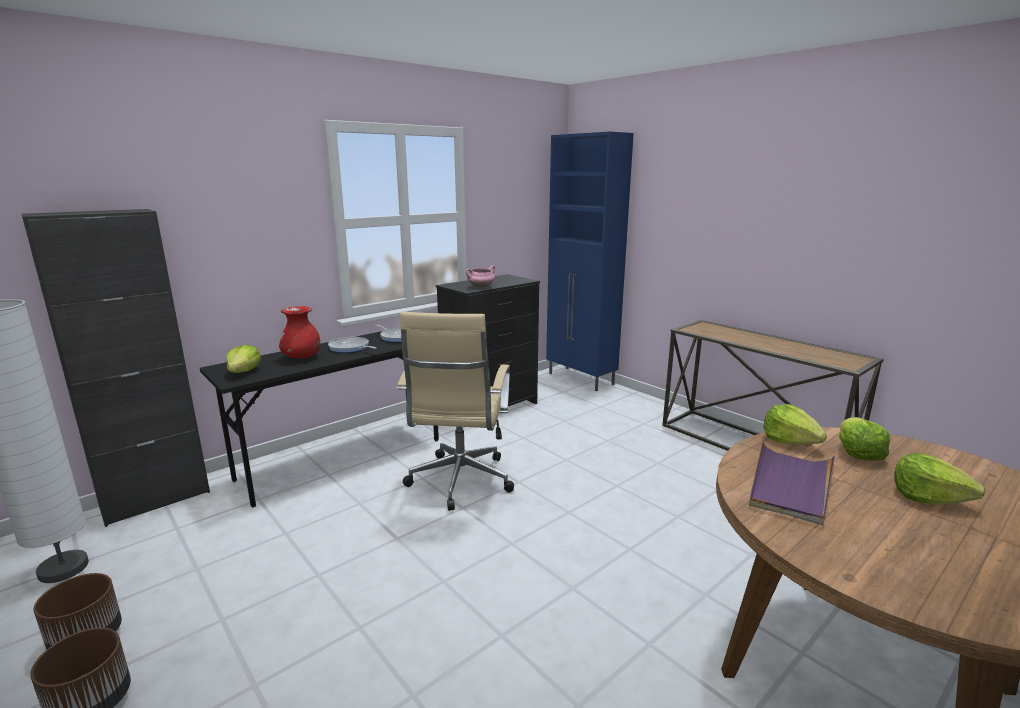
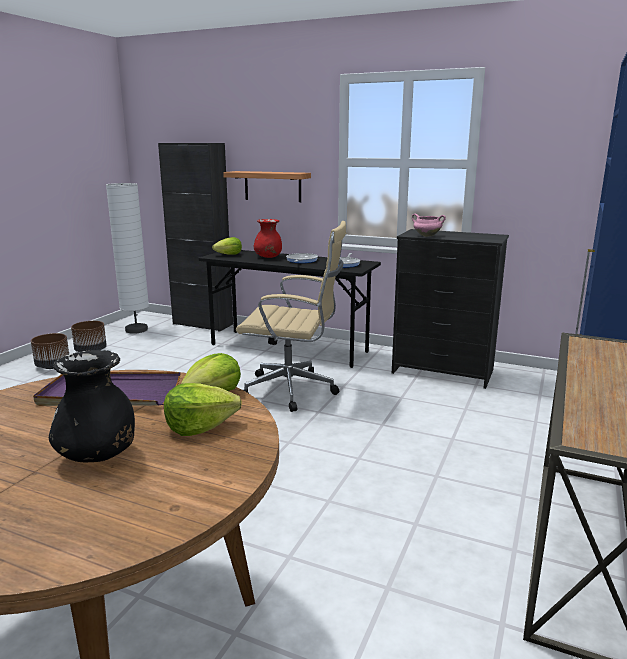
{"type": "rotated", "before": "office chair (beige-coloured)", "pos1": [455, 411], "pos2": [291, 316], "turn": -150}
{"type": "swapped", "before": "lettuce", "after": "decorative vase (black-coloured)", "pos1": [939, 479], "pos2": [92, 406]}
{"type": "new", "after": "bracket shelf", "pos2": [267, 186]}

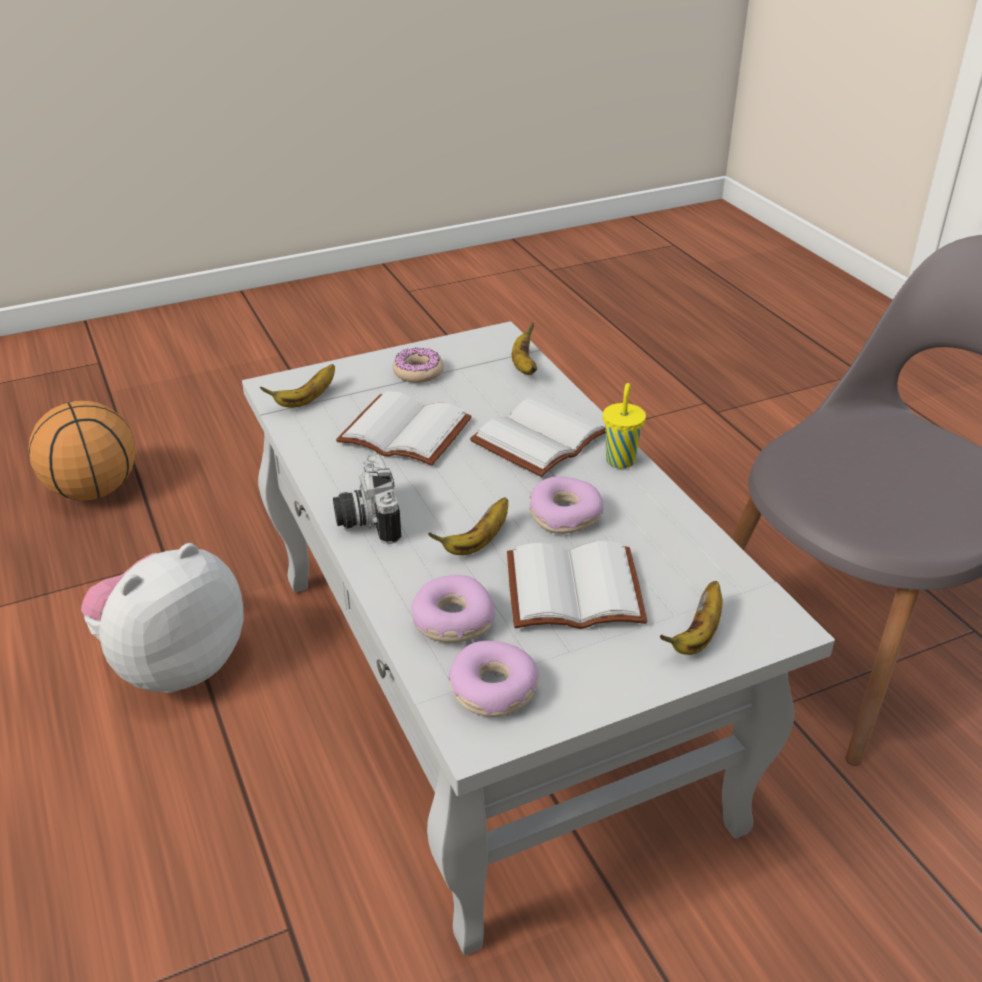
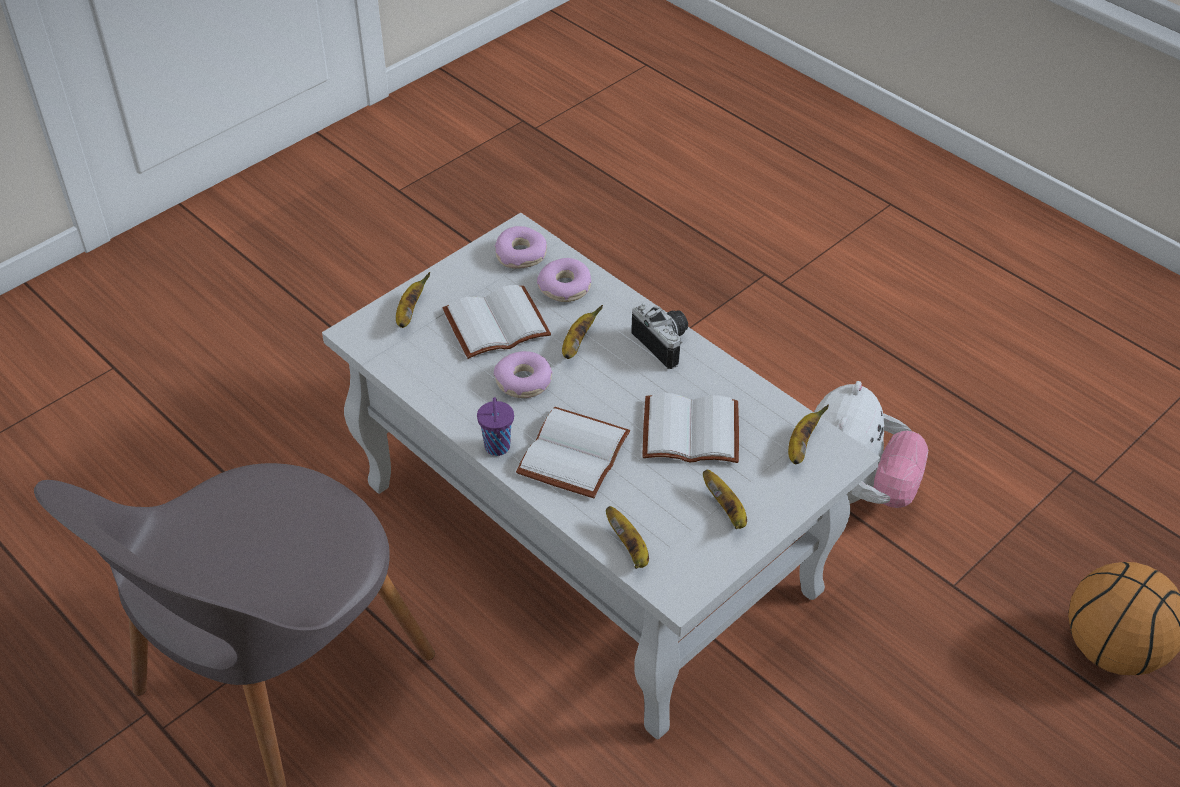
{"type": "swapped", "before": "doughnut", "after": "banana fruit", "pos1": [418, 365], "pos2": [725, 499]}
{"type": "repainted", "before": "drinking cup (yellow-coloured)", "after": "drinking cup (purple-coloured)", "pos1": [624, 426], "pos2": [495, 426]}

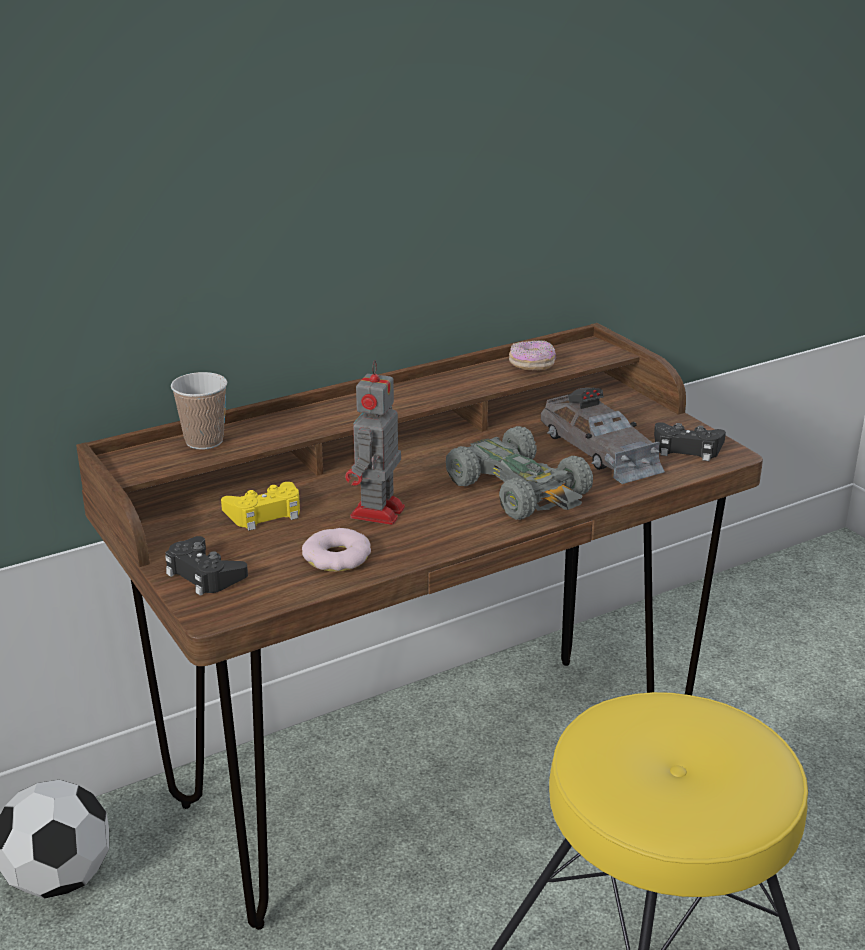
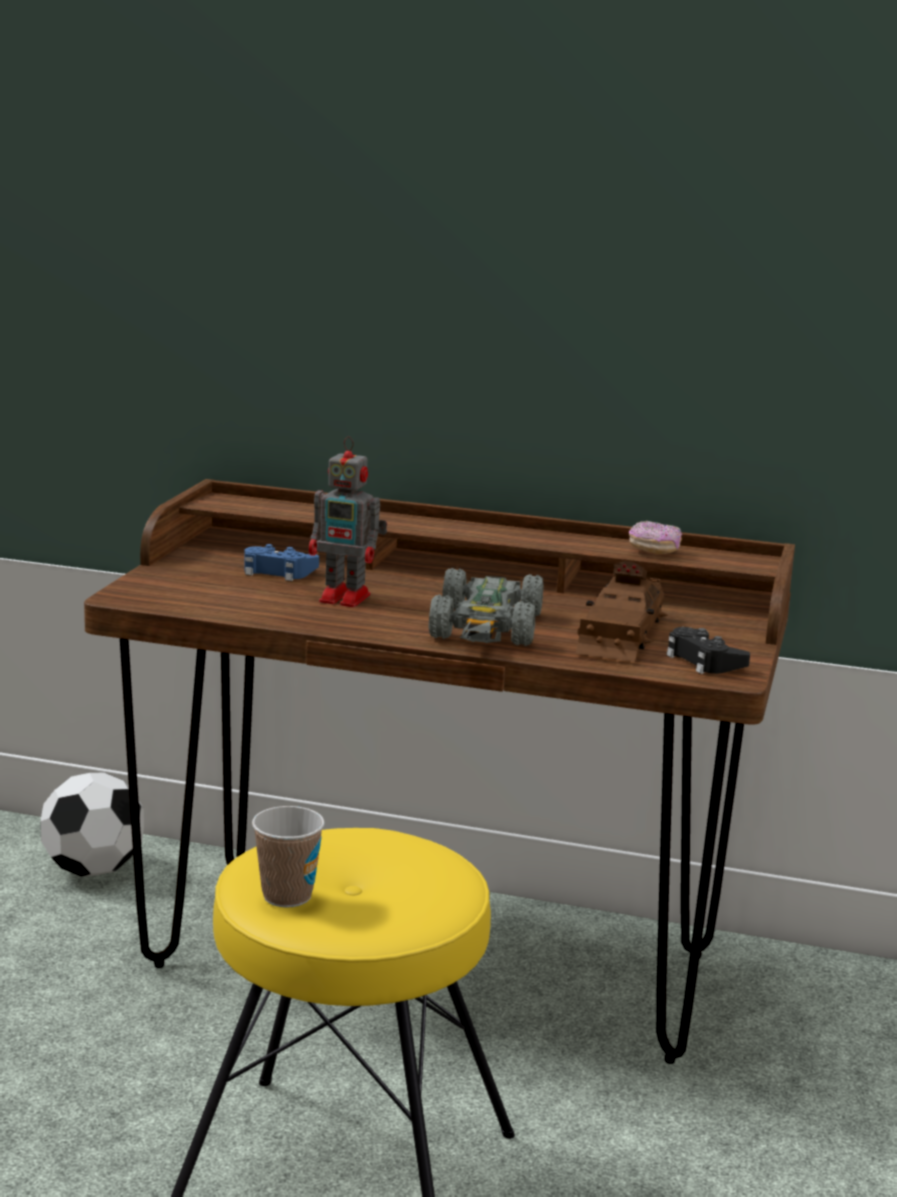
{"type": "rotated", "before": "model robot", "pos1": [375, 442], "pos2": [348, 521], "turn": -135}
{"type": "shifted", "before": "drinking cup", "pos1": [199, 411], "pos2": [288, 857]}
{"type": "repainted", "before": "toy car (gray)", "after": "toy car (brownish)", "pos1": [603, 436], "pos2": [621, 611]}
{"type": "repainted", "before": "game controller (yellow-coloured)", "after": "game controller (blue-coloured)", "pos1": [260, 506], "pos2": [281, 562]}
{"type": "gone", "before": "doughnut", "pos1": [336, 550]}
{"type": "gone", "before": "game controller (black-coloured)", "pos1": [206, 566]}

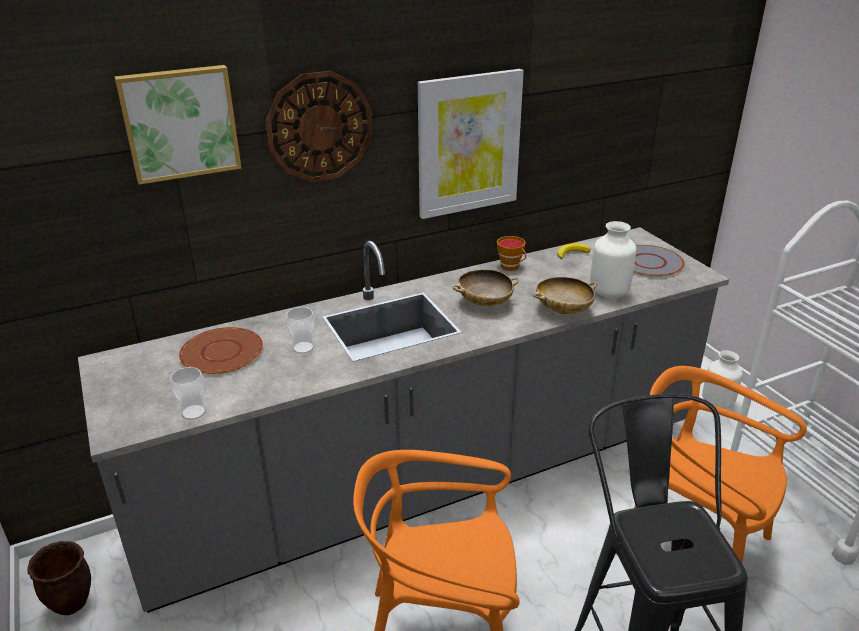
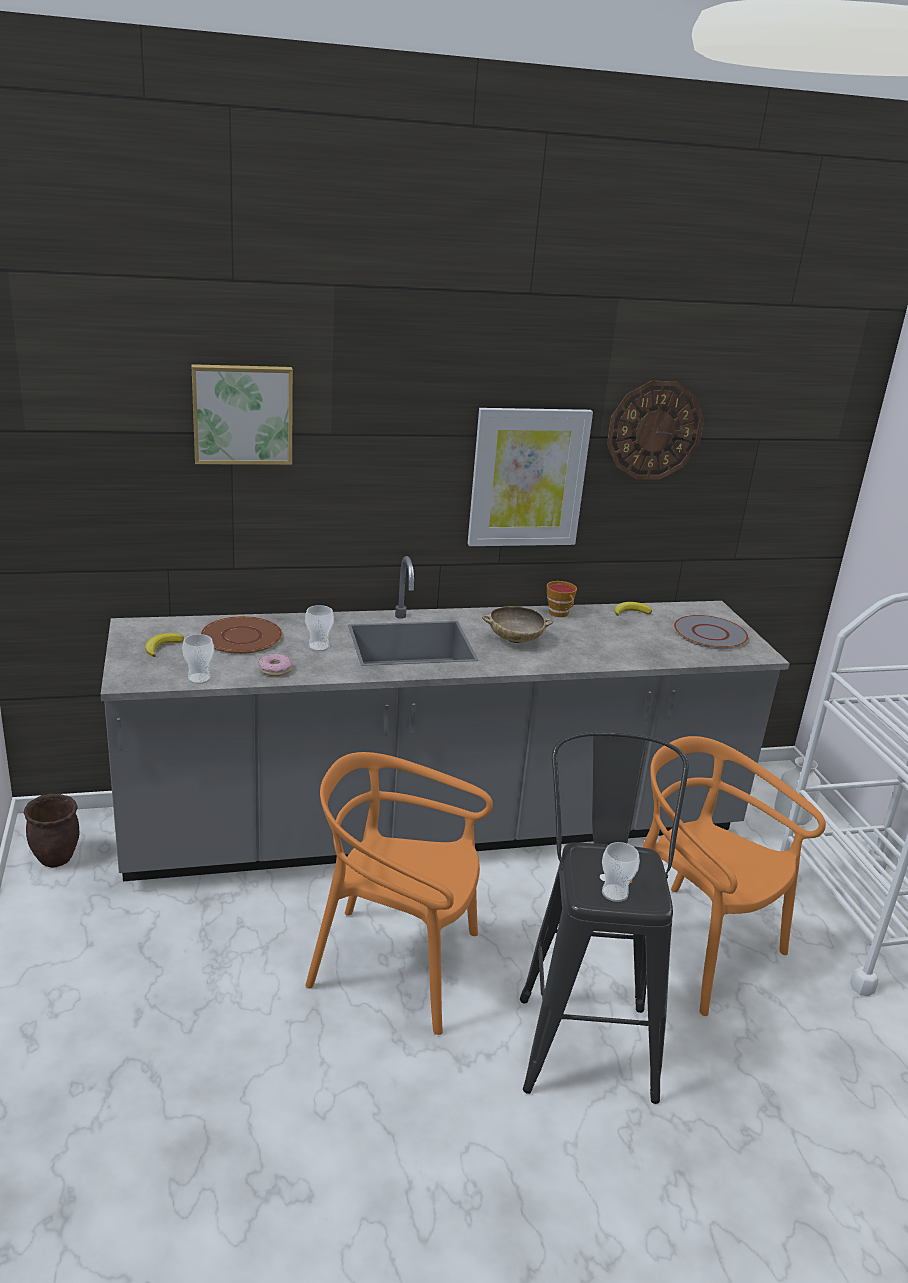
{"type": "shifted", "before": "hanging clock", "pos1": [318, 126], "pos2": [655, 430]}
{"type": "gone", "before": "decorative vase (whitish)", "pos1": [613, 259]}
{"type": "gone", "before": "deep dish (beige-coloured)", "pos1": [565, 295]}
{"type": "new", "after": "banana fruit", "pos2": [164, 645]}
{"type": "new", "after": "doughnut", "pos2": [275, 664]}
{"type": "new", "after": "drinking cup", "pos2": [621, 872]}

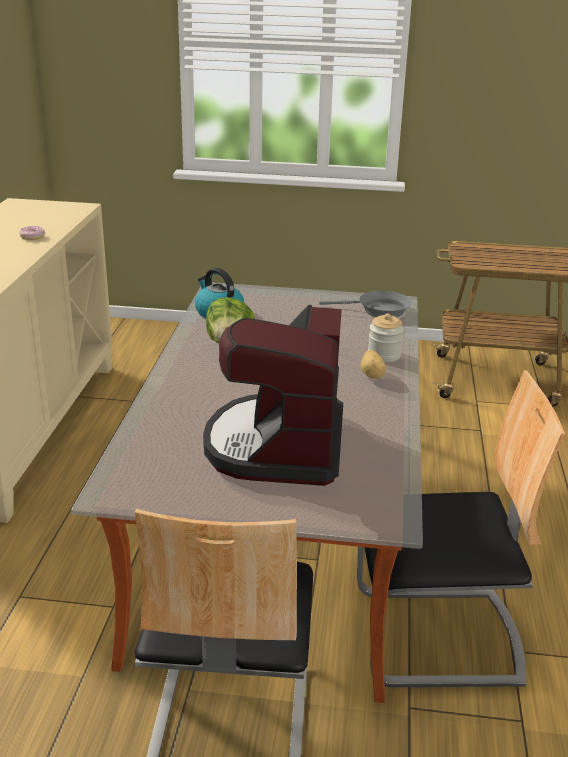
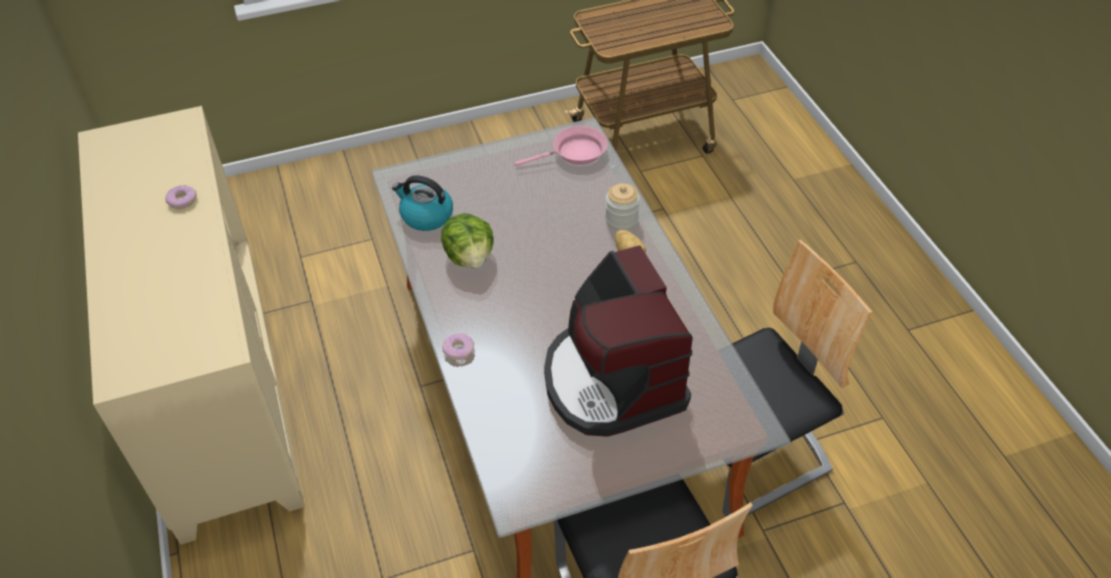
{"type": "repainted", "before": "frying pan (gray)", "after": "frying pan (pink-coloured)", "pos1": [365, 304], "pos2": [561, 146]}
{"type": "new", "after": "doughnut", "pos2": [458, 346]}

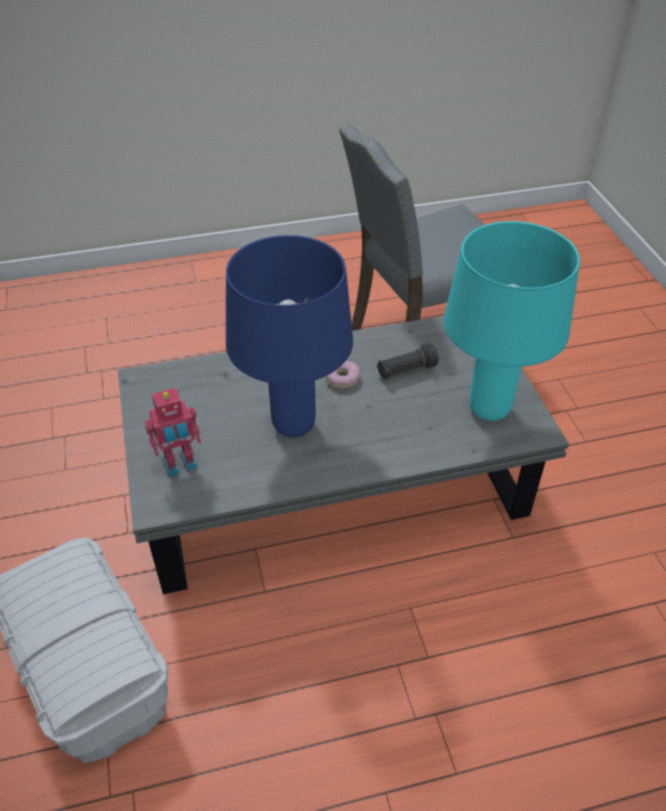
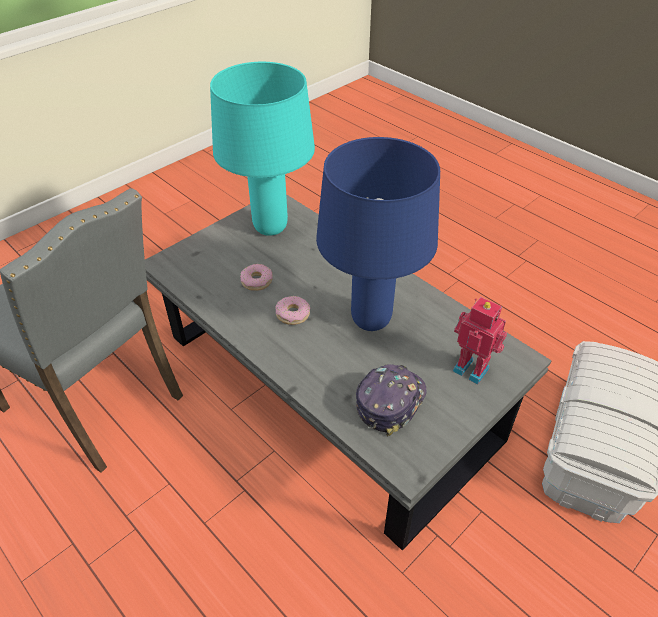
{"type": "swapped", "before": "flashlight (black-coloured)", "after": "doughnut", "pos1": [408, 361], "pos2": [256, 277]}
{"type": "new", "after": "baseball cap", "pos2": [391, 400]}

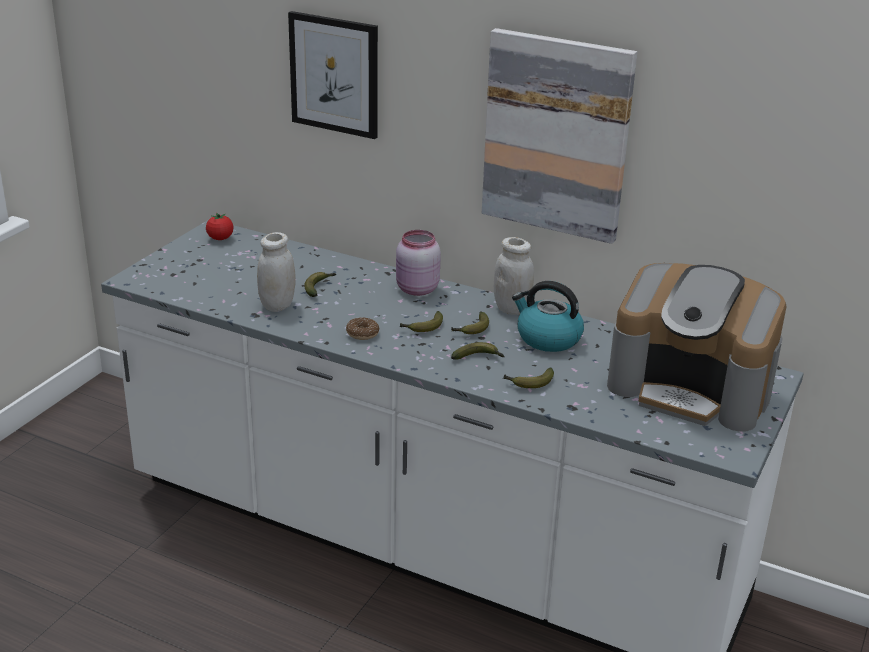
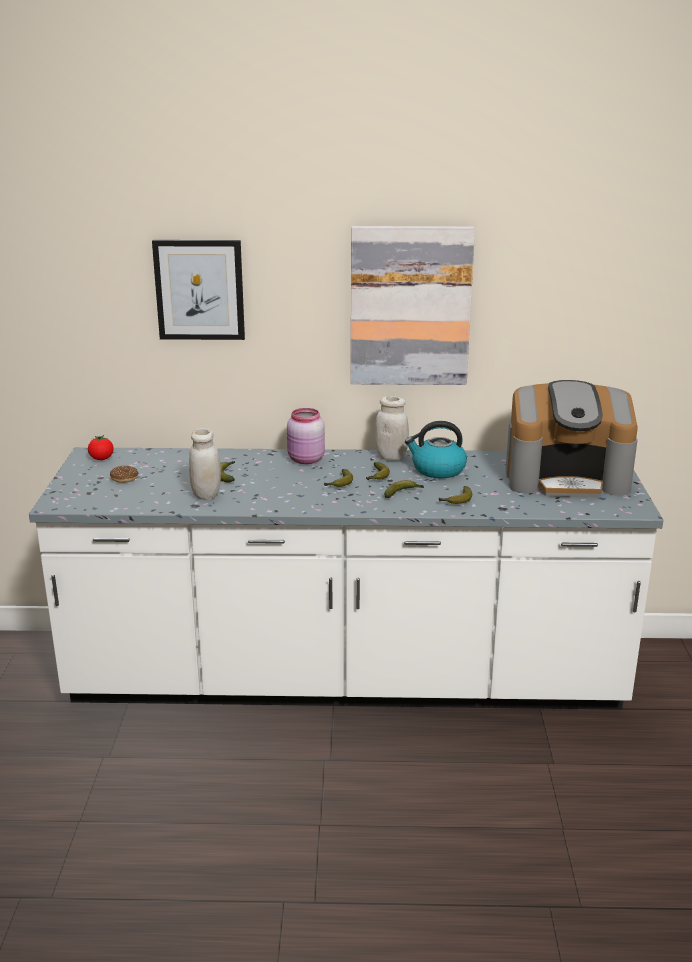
{"type": "shifted", "before": "doughnut", "pos1": [363, 328], "pos2": [124, 474]}

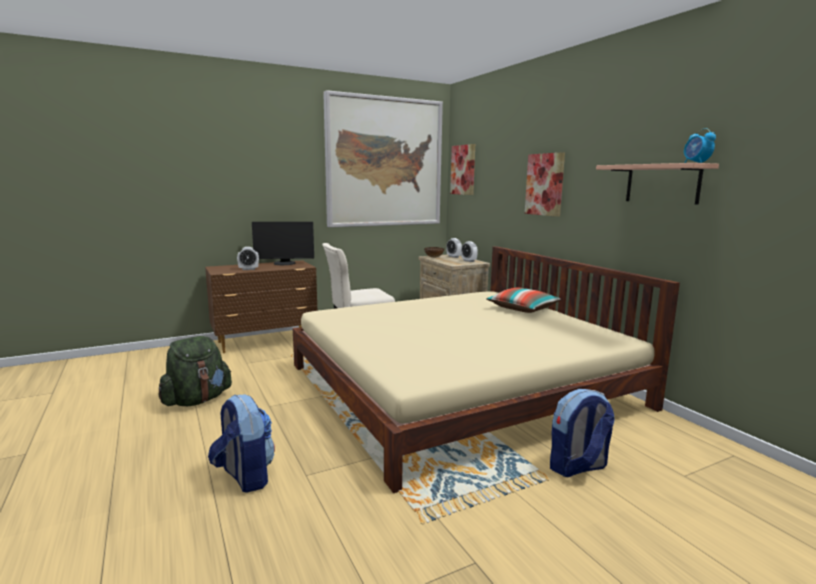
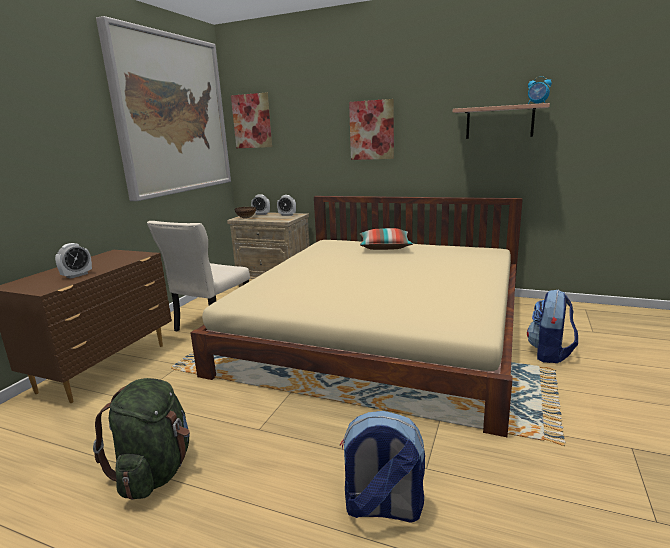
{"type": "gone", "before": "computer display", "pos1": [283, 243]}

